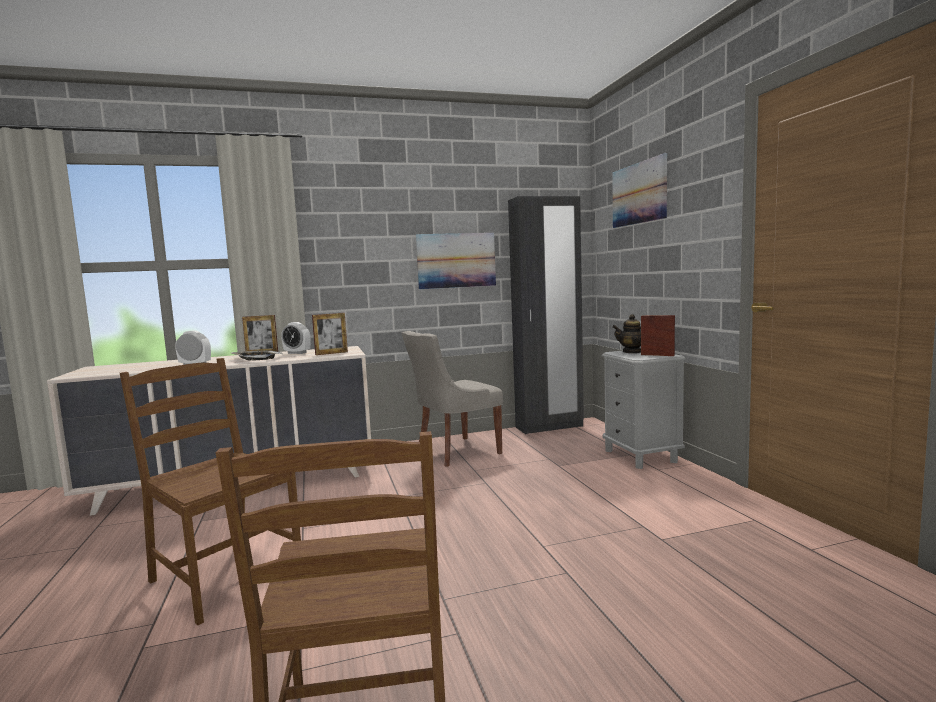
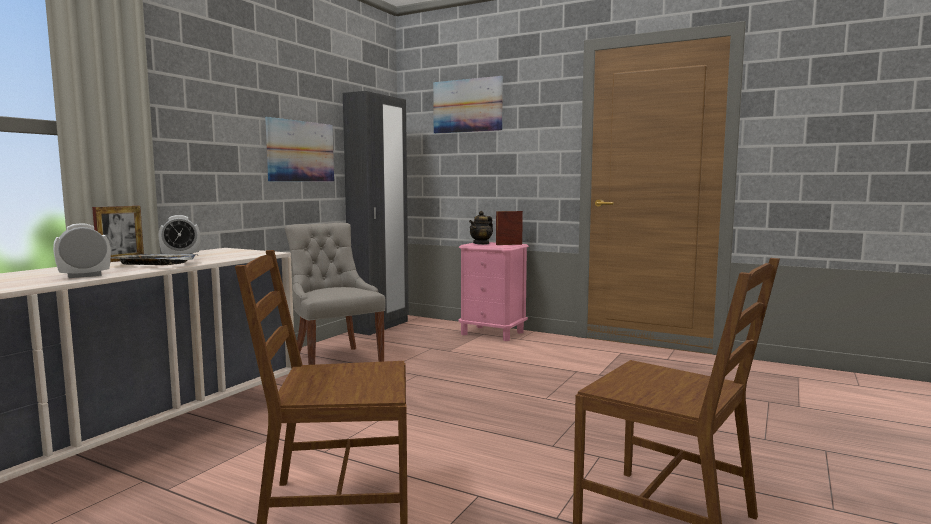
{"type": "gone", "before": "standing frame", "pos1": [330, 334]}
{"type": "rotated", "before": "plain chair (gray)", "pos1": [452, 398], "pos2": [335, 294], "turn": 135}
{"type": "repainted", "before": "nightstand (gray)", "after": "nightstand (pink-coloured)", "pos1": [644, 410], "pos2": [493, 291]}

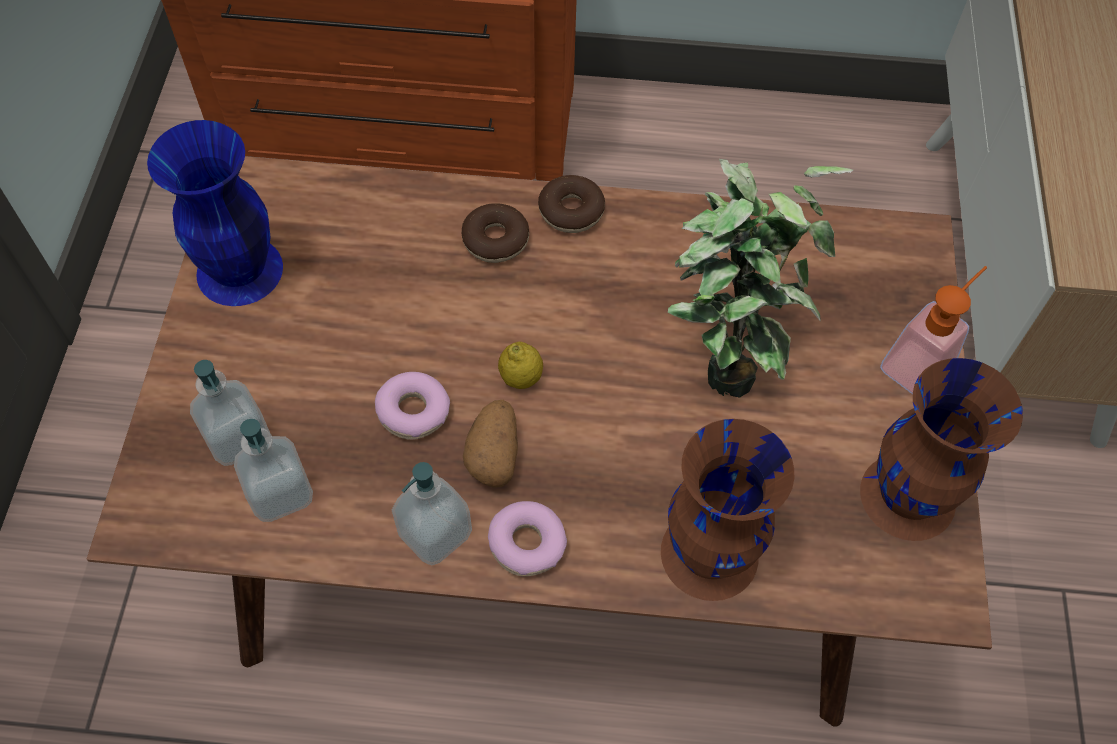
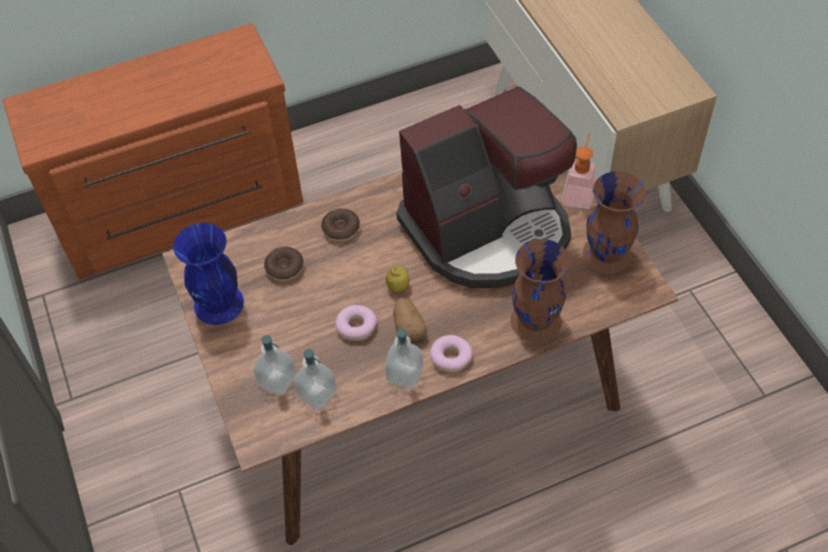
{"type": "swapped", "before": "potted plant", "after": "coffee brewer", "pos1": [760, 278], "pos2": [486, 187]}
{"type": "shifted", "before": "doughnut", "pos1": [571, 204], "pos2": [284, 264]}

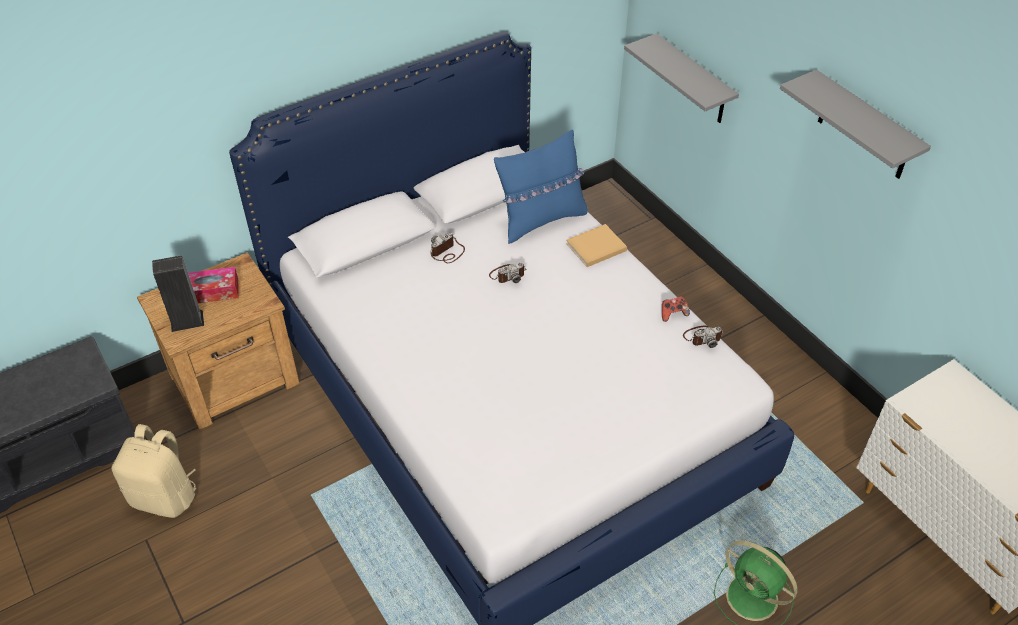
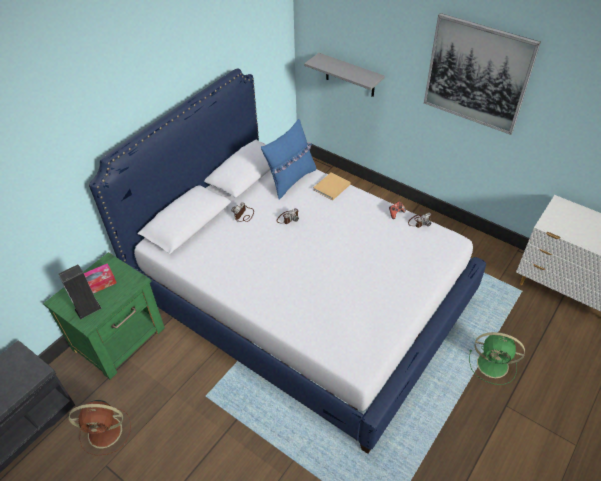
{"type": "swapped", "before": "bracket shelf (gray)", "after": "wall art", "pos1": [855, 124], "pos2": [482, 74]}
{"type": "repainted", "before": "nightstand (brownish)", "after": "nightstand (greenish)", "pos1": [218, 341], "pos2": [104, 316]}
{"type": "swapped", "before": "rucksack (beige-coloured)", "after": "electric fan (brownish)", "pos1": [153, 471], "pos2": [100, 427]}

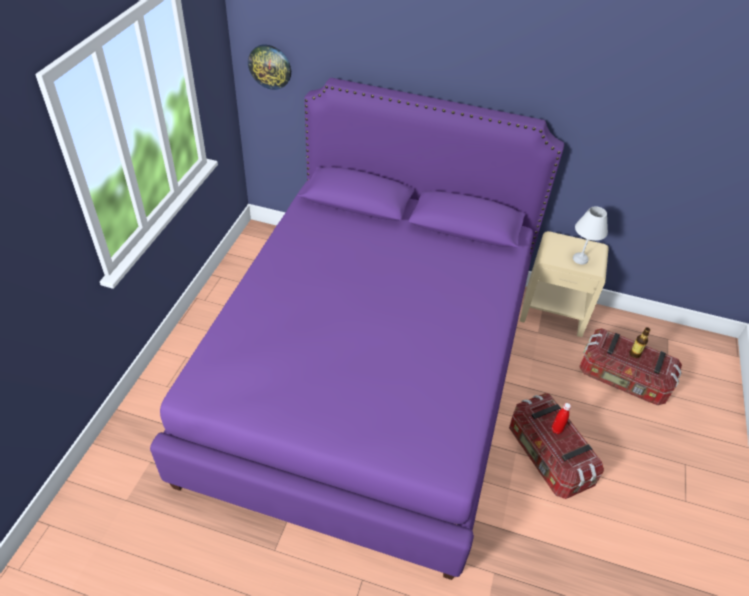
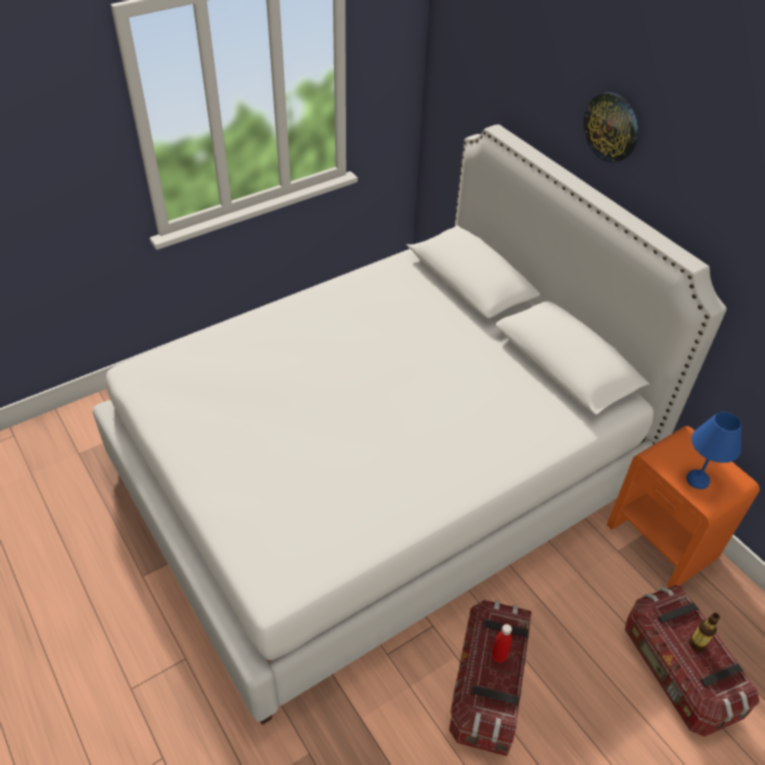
{"type": "shifted", "before": "hanging clock", "pos1": [269, 67], "pos2": [610, 127]}
{"type": "repainted", "before": "bedroom bed (purple-coloured)", "after": "bedroom bed (whitish)", "pos1": [357, 329], "pos2": [410, 424]}
{"type": "repainted", "before": "tabletop lamp (whitish)", "after": "tabletop lamp (blue-coloured)", "pos1": [590, 235], "pos2": [713, 450]}
{"type": "repainted", "before": "nightstand (beige-coloured)", "after": "nightstand (orange-coloured)", "pos1": [564, 284], "pos2": [683, 506]}

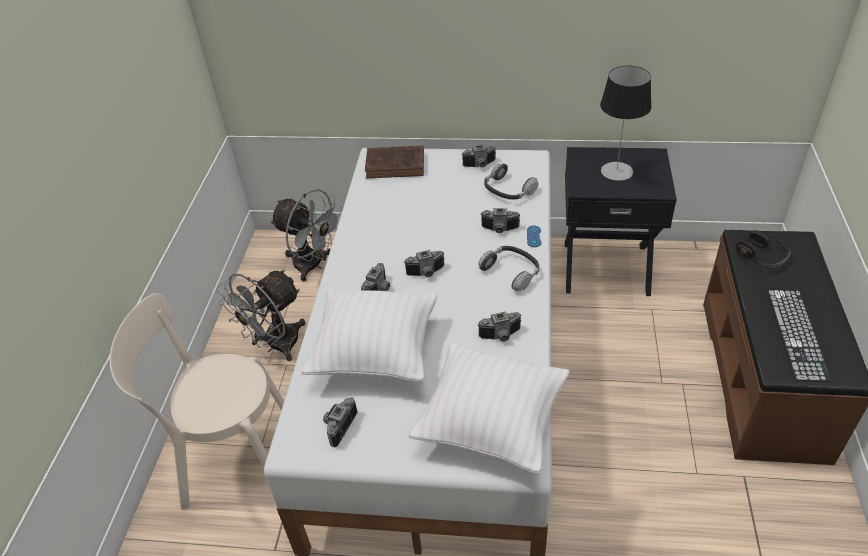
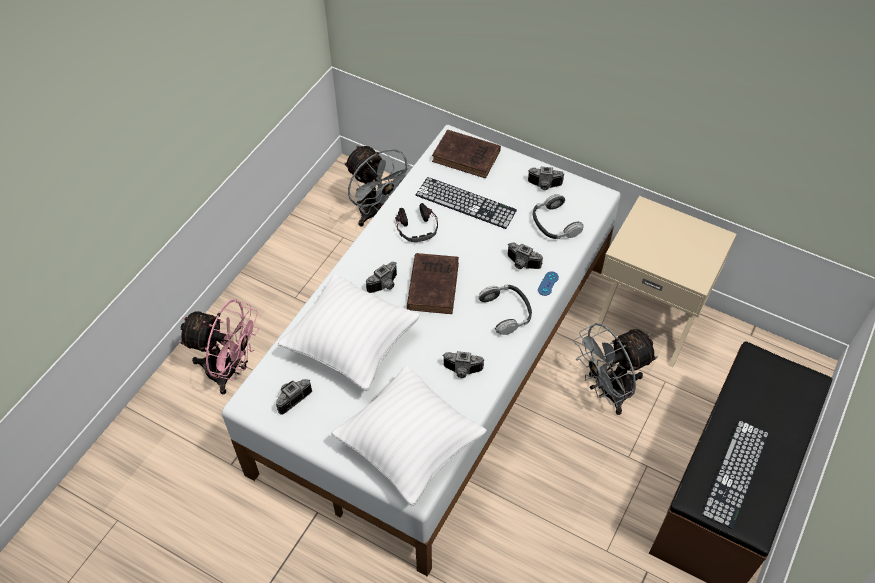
{"type": "gone", "before": "tabletop lamp", "pos1": [625, 123]}
{"type": "repainted", "before": "nightstand (black-coloured)", "after": "nightstand (beige-coloured)", "pos1": [621, 221], "pos2": [665, 282]}
{"type": "shifted", "before": "headset", "pos1": [763, 249], "pos2": [416, 222]}
{"type": "swapped", "before": "still camera", "after": "bound book (brownish)", "pos1": [424, 263], "pos2": [433, 283]}
{"type": "shifted", "before": "electric fan (gray)", "pos1": [261, 315], "pos2": [616, 369]}
{"type": "swapped", "before": "plain chair (beige-coloured)", "after": "electric fan (pink-coloured)", "pos1": [197, 401], "pos2": [218, 347]}
{"type": "new", "after": "keyboard", "pos2": [466, 203]}

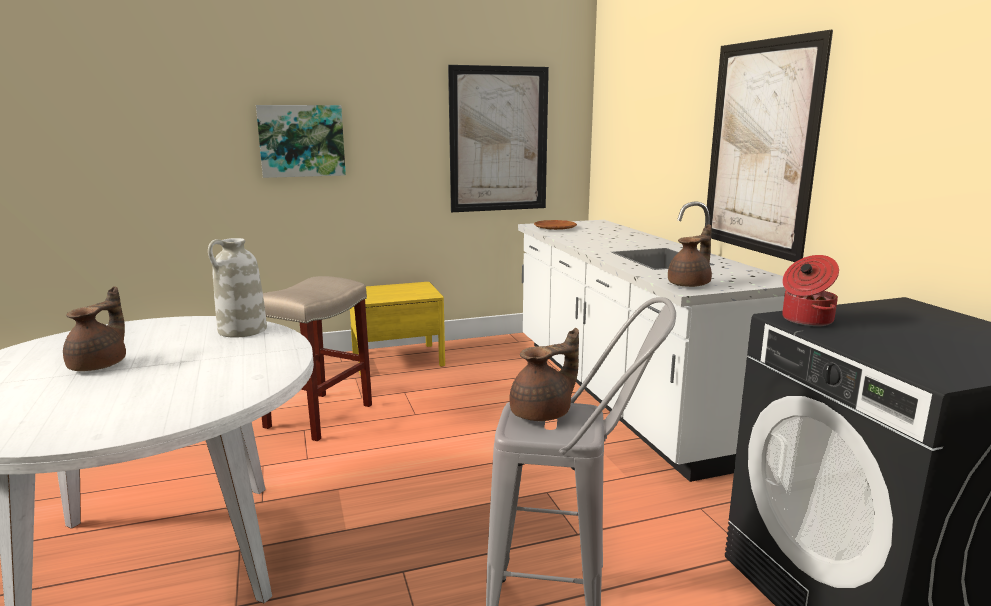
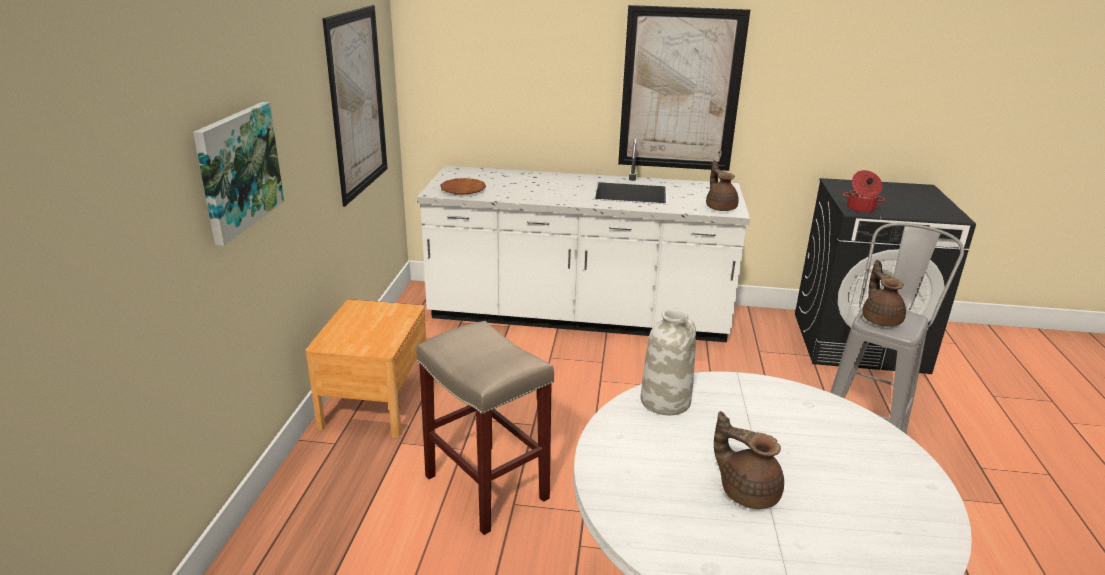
{"type": "repainted", "before": "nightstand (yellow-coloured)", "after": "nightstand (brownish)", "pos1": [397, 329], "pos2": [366, 368]}

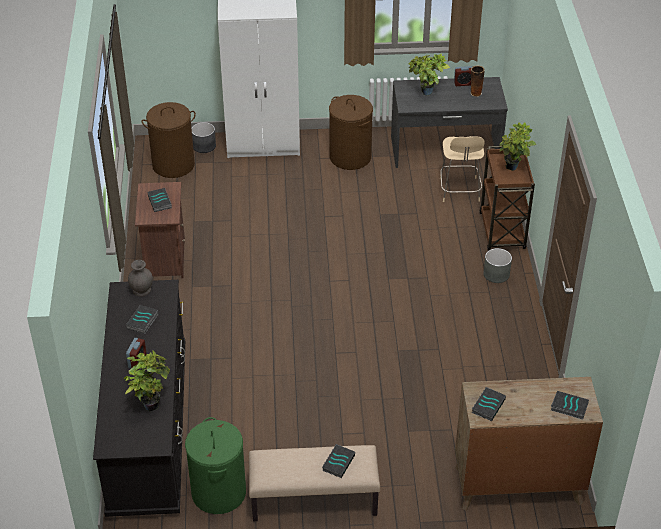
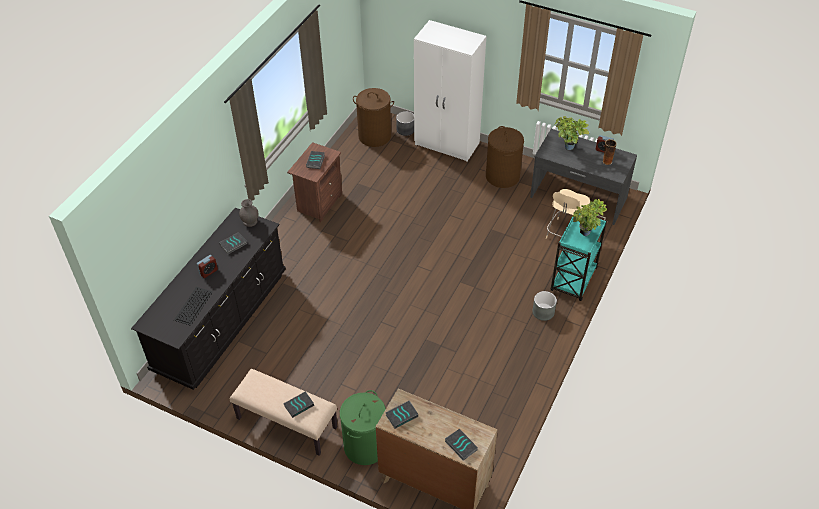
{"type": "repainted", "before": "wheeled cart (brownish)", "after": "wheeled cart (blue-green)", "pos1": [507, 198], "pos2": [579, 255]}
{"type": "swapped", "before": "potted plant", "after": "keyboard", "pos1": [146, 381], "pos2": [193, 306]}
{"type": "shifted", "before": "hamper (greenish)", "pos1": [215, 465], "pos2": [363, 427]}

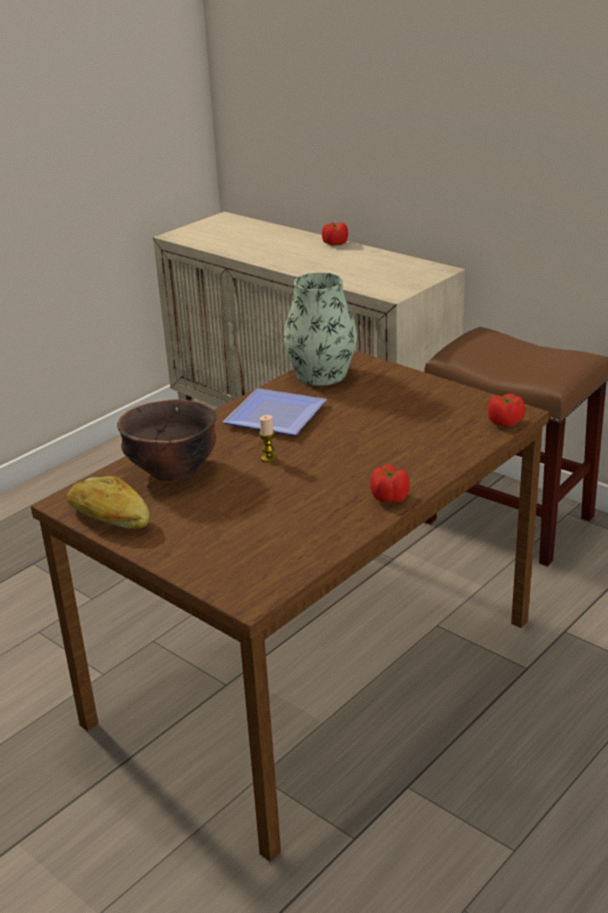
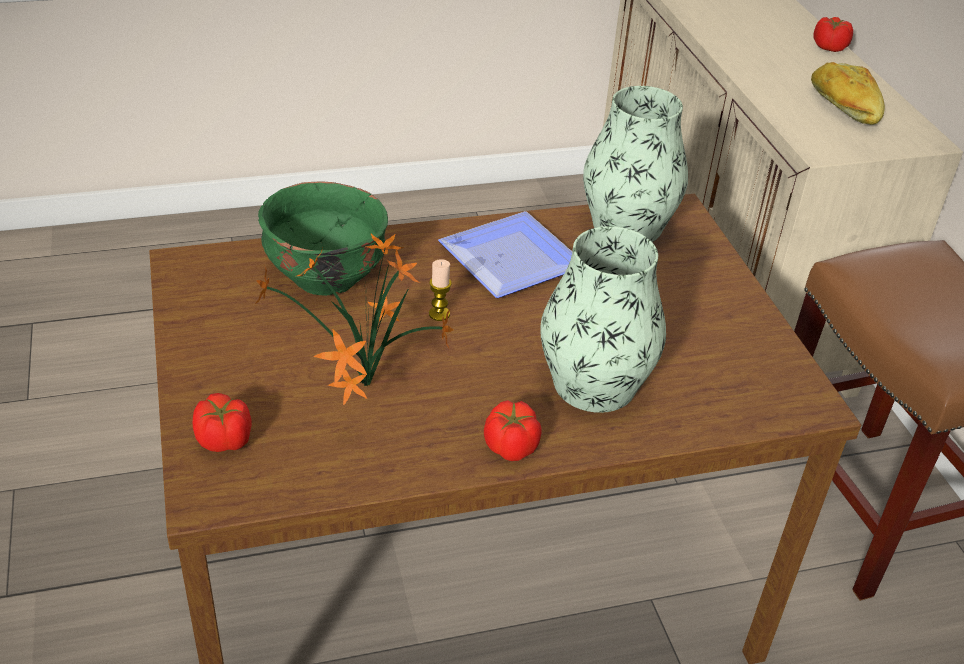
{"type": "shifted", "before": "whole tomato", "pos1": [506, 410], "pos2": [222, 422]}
{"type": "repainted", "before": "deep dish (brownish)", "after": "deep dish (greenish)", "pos1": [167, 440], "pos2": [323, 239]}
{"type": "shifted", "before": "bread", "pos1": [108, 502], "pos2": [848, 93]}
{"type": "new", "after": "decorative vase", "pos2": [603, 319]}
{"type": "new", "after": "potted plant", "pos2": [354, 319]}

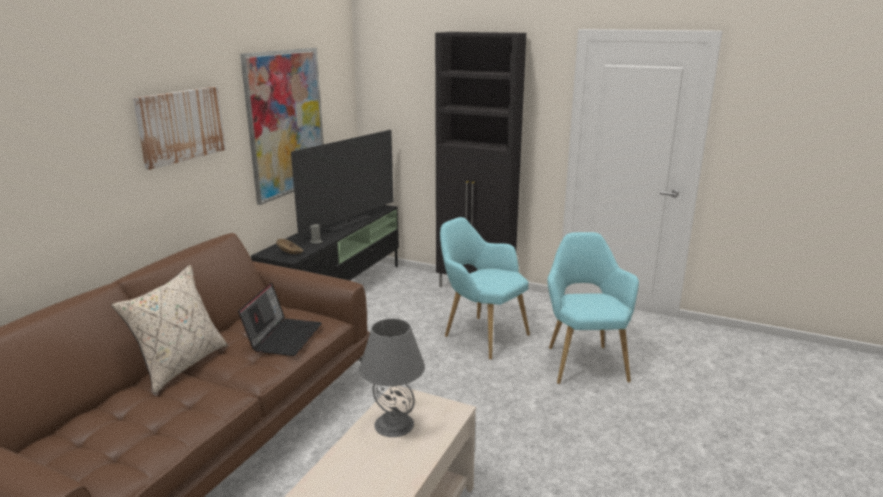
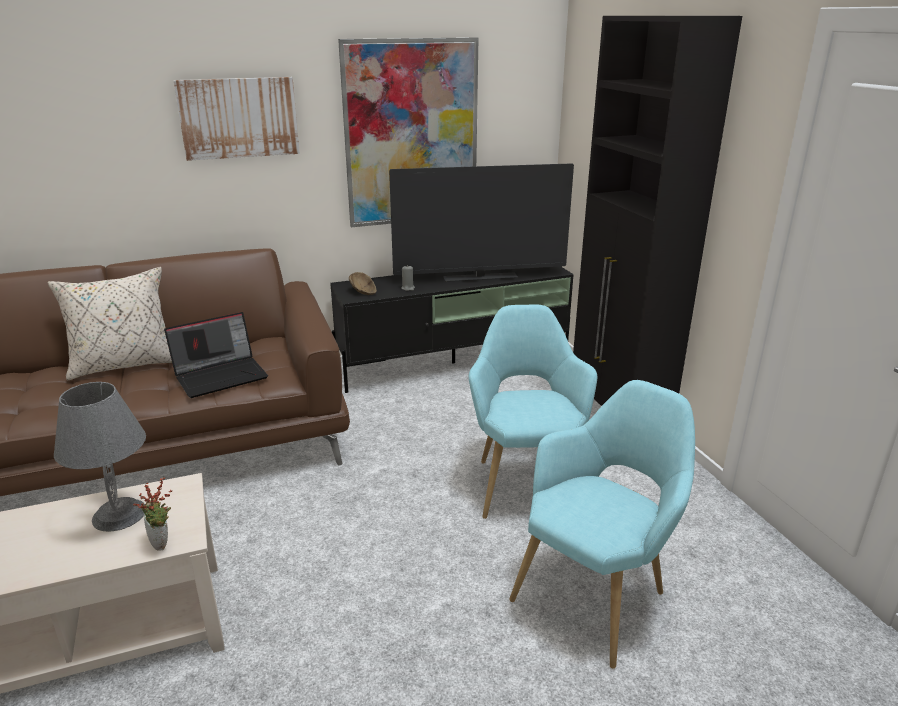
{"type": "new", "after": "potted plant", "pos2": [152, 514]}

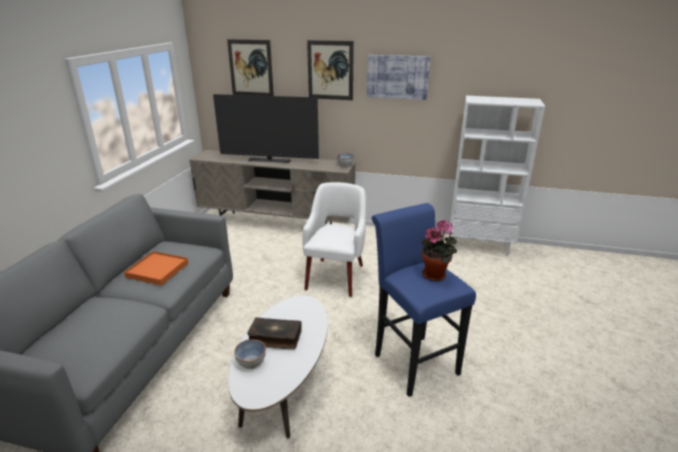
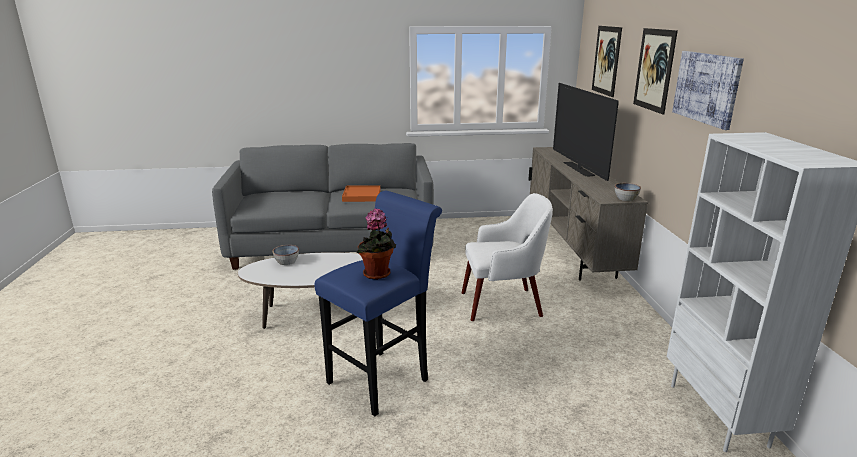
{"type": "gone", "before": "bound book", "pos1": [274, 333]}

